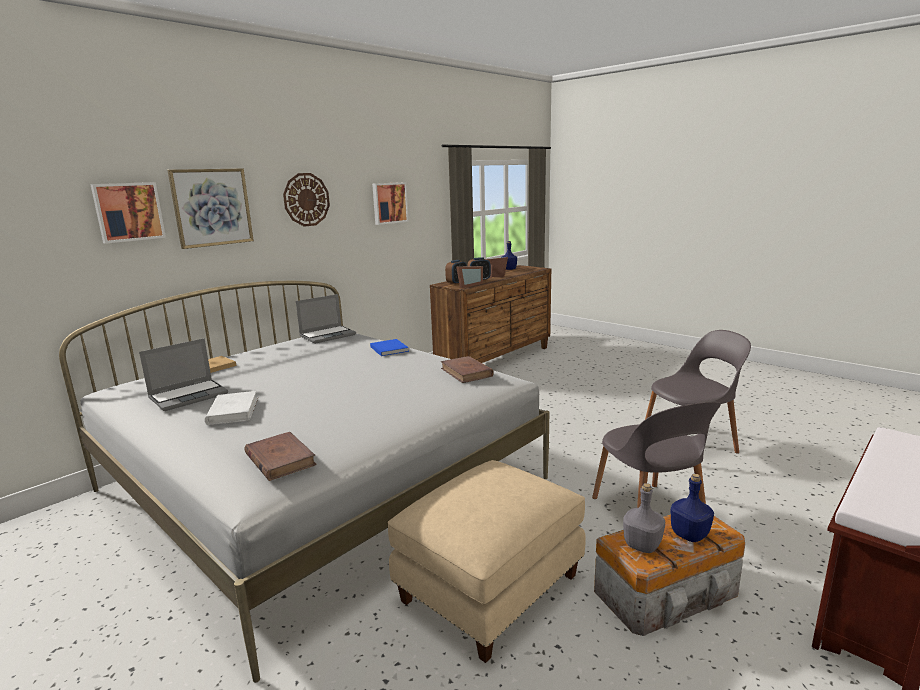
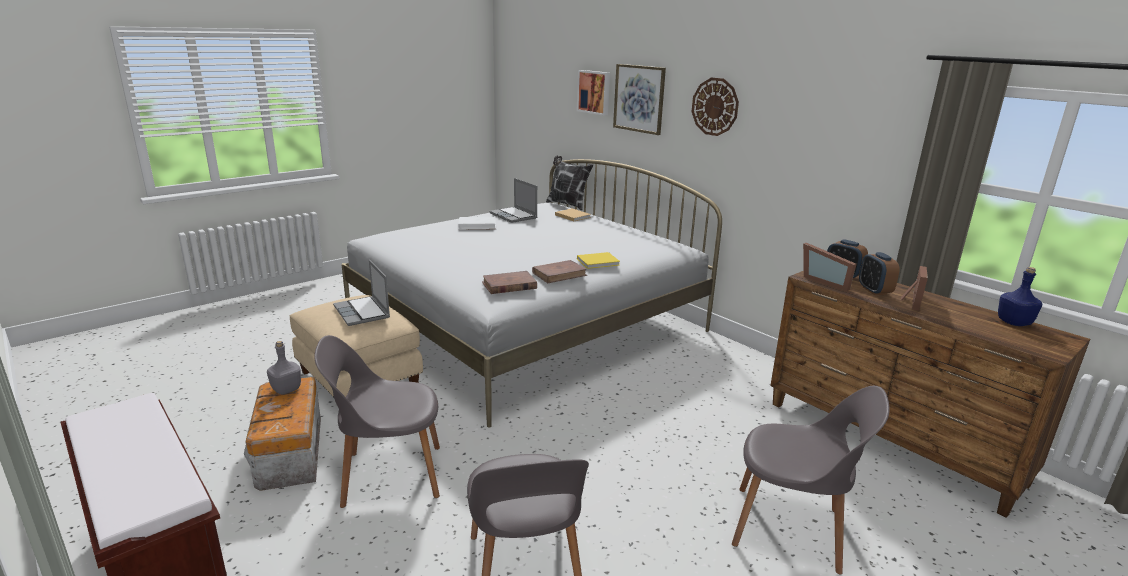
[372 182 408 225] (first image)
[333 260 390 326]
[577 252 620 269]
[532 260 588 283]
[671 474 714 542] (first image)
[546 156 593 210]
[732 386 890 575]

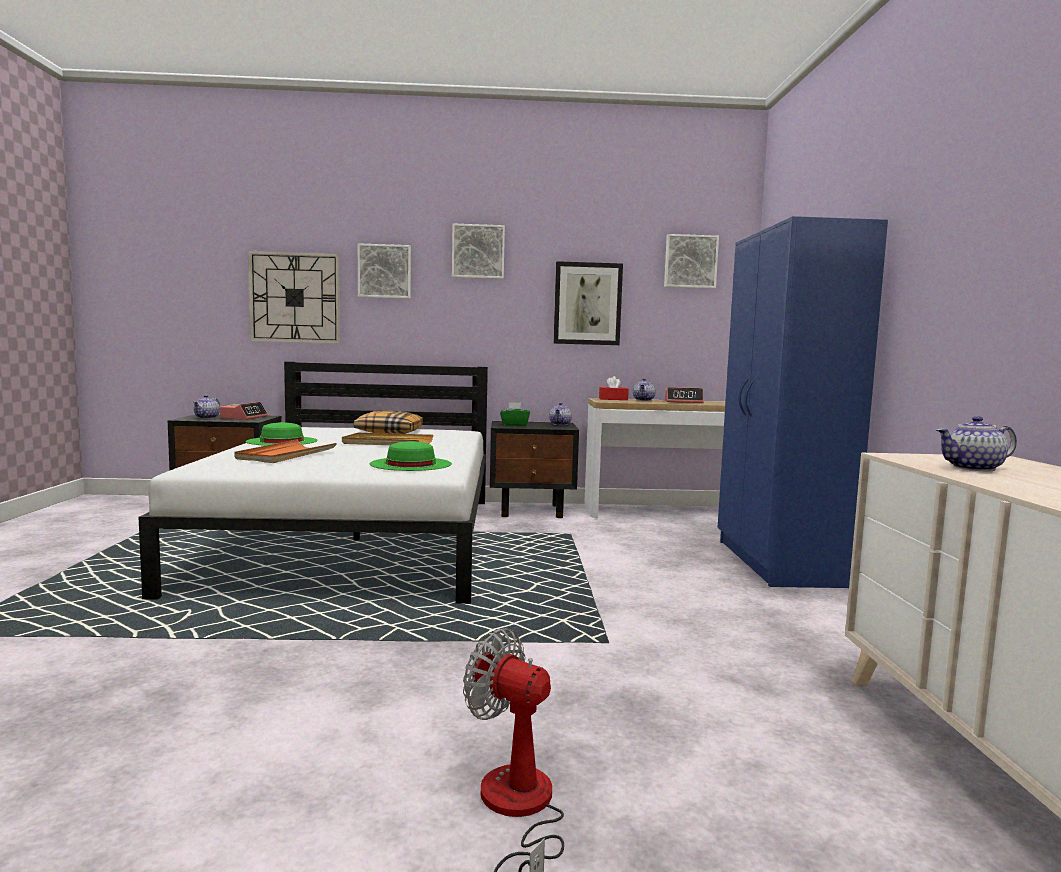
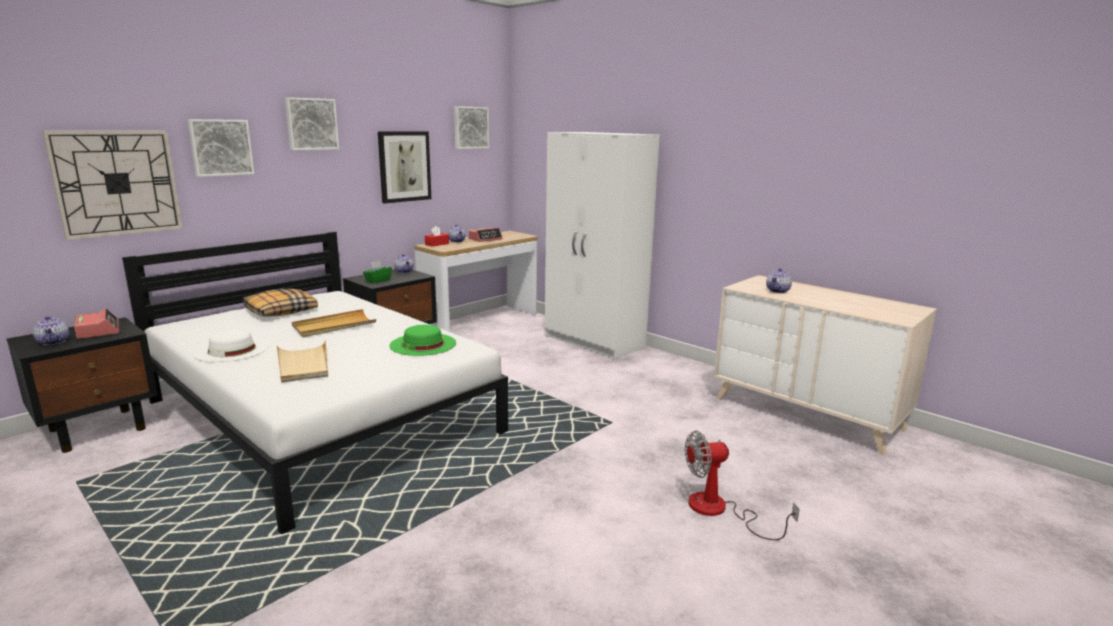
[545 132 660 360]
[193 329 269 362]
[277 340 328 383]

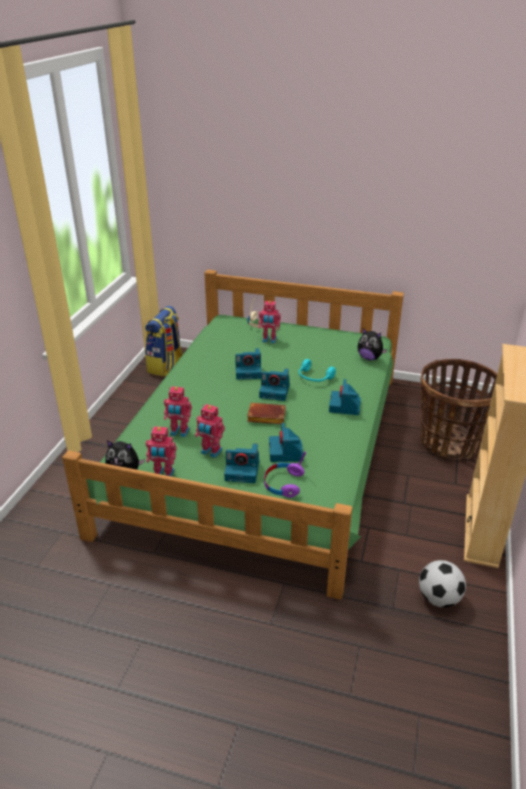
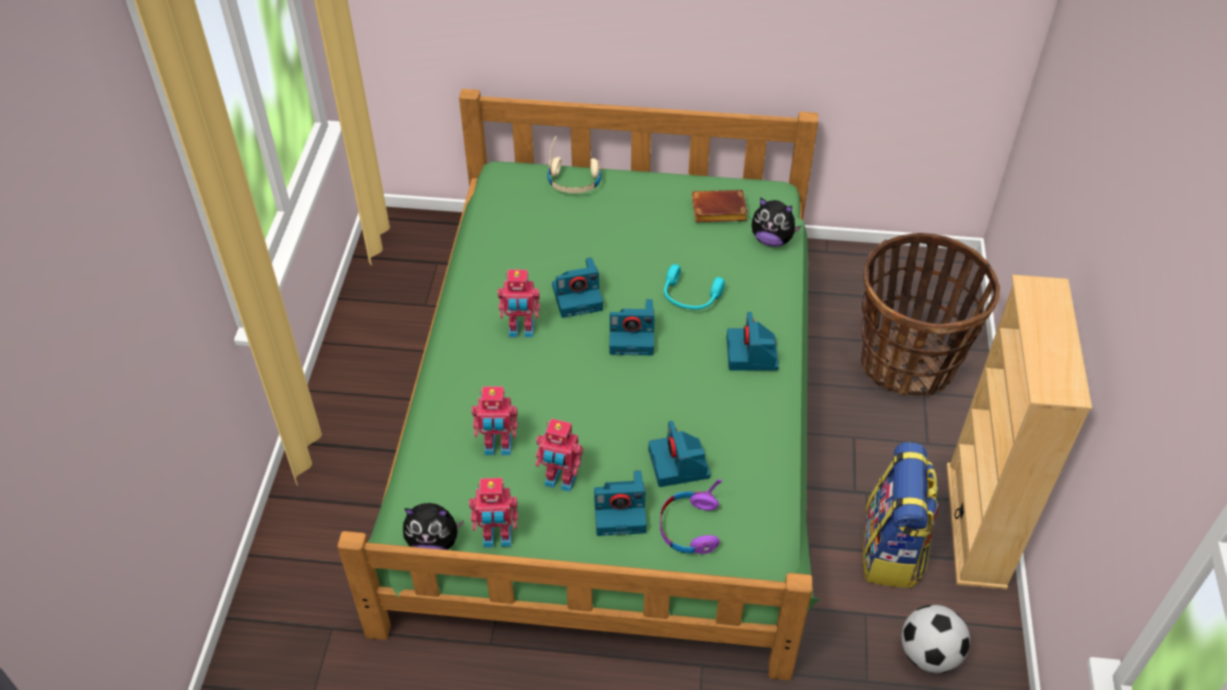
[498 270 540 337]
[863 442 938 589]
[692 190 748 222]

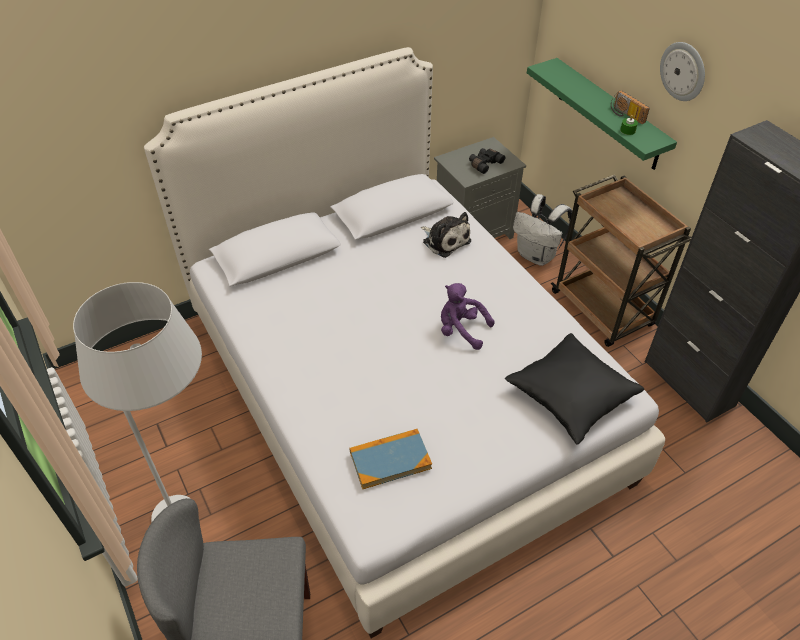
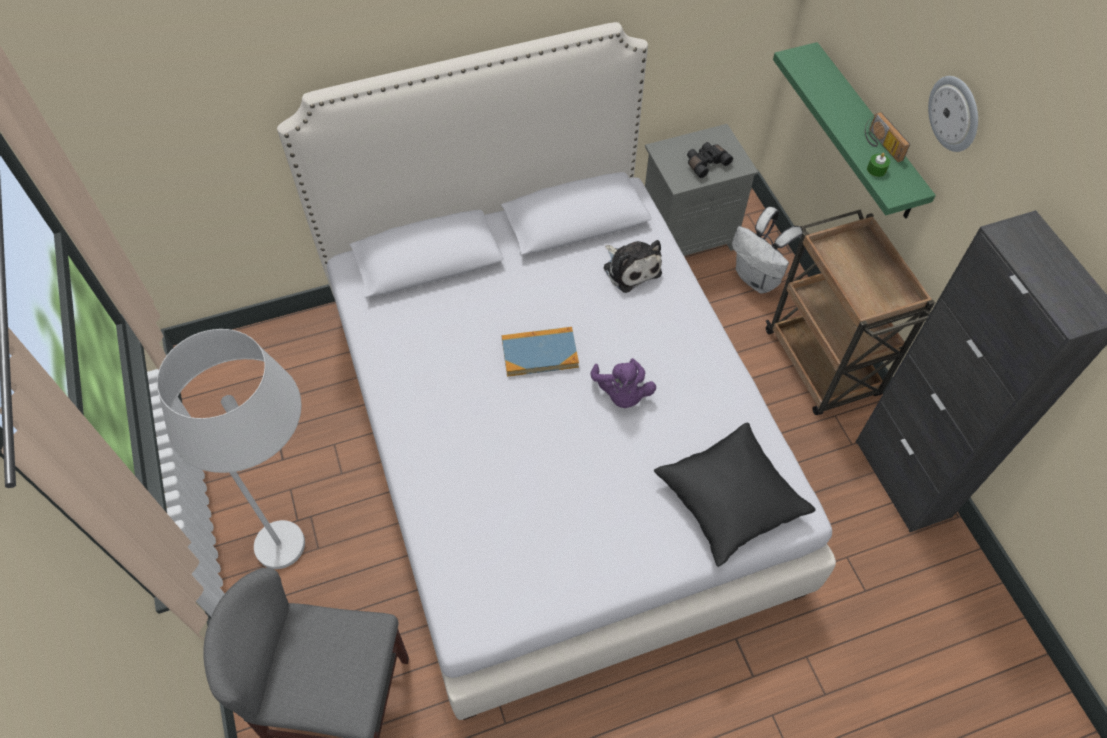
[591 358 656 408]
[501 327 579 377]

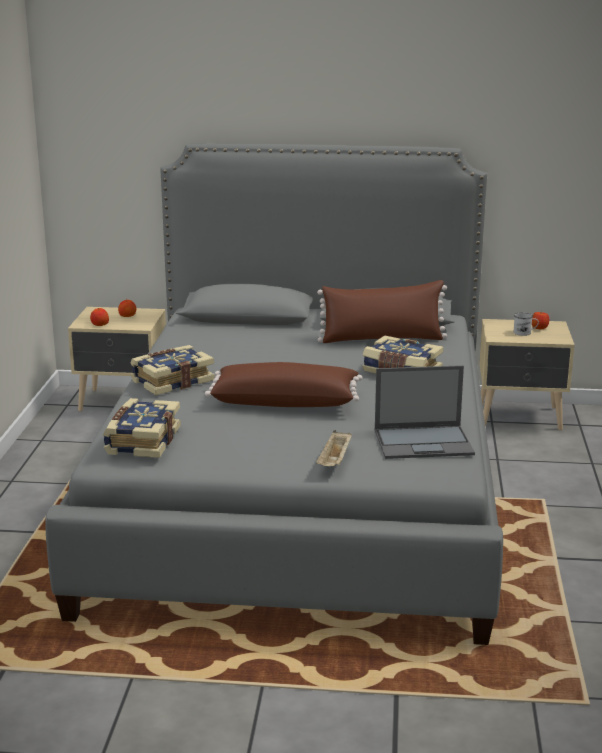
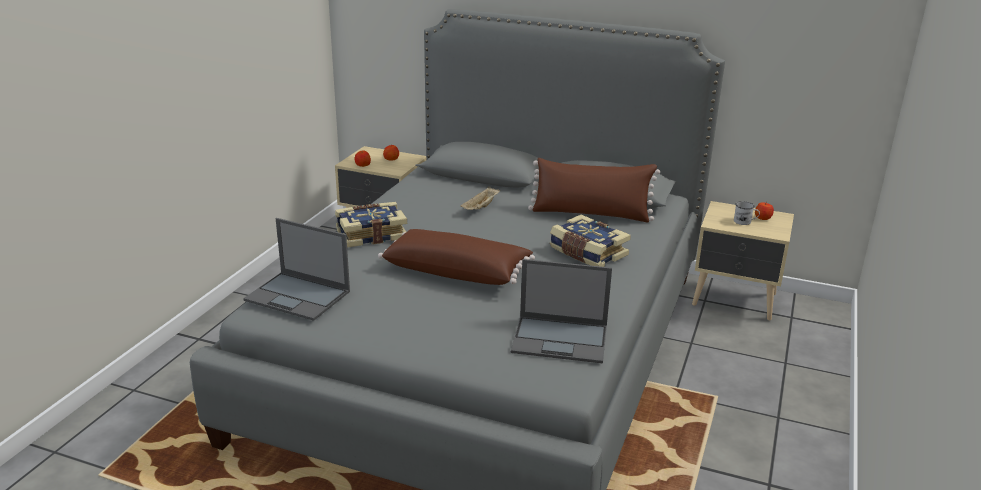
[243 218 350 321]
[460 186 500 210]

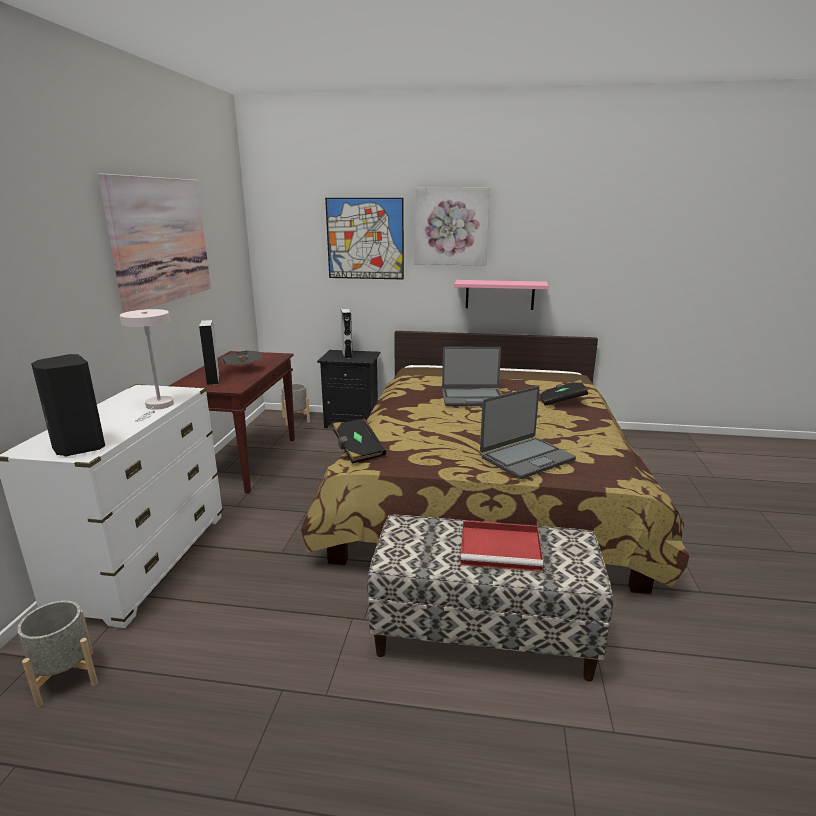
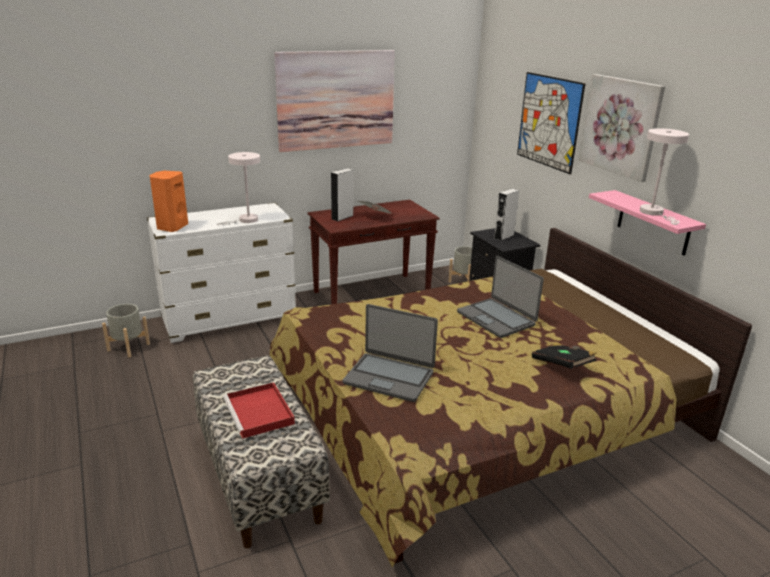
[150 171 188 232]
[333 418 386 463] (first image)
[640 128 689 225]

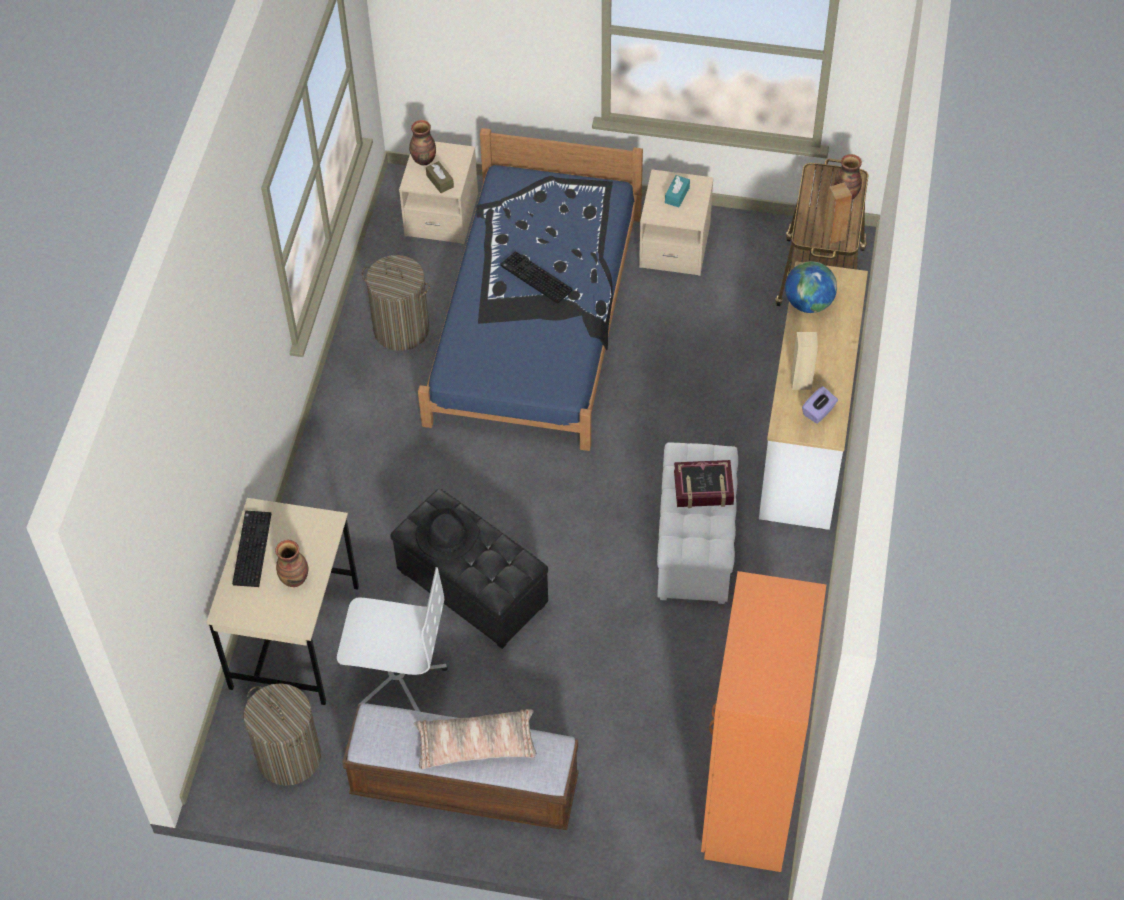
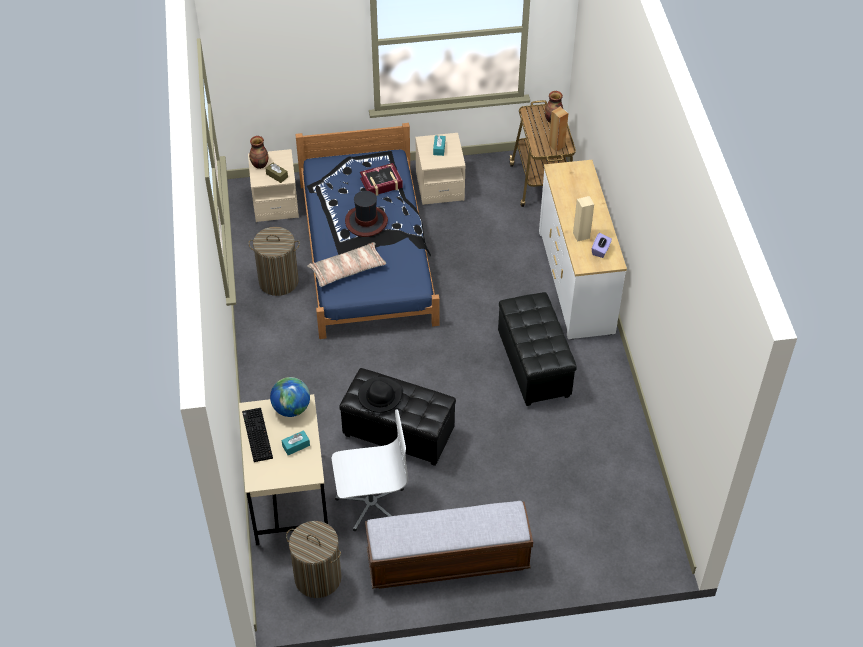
[345 191 388 237]
[270 377 310 417]
[498 292 577 406]
[360 163 403 196]
[282 430 310 455]
[701 571 826 872] (first image)
[307 242 386 287]

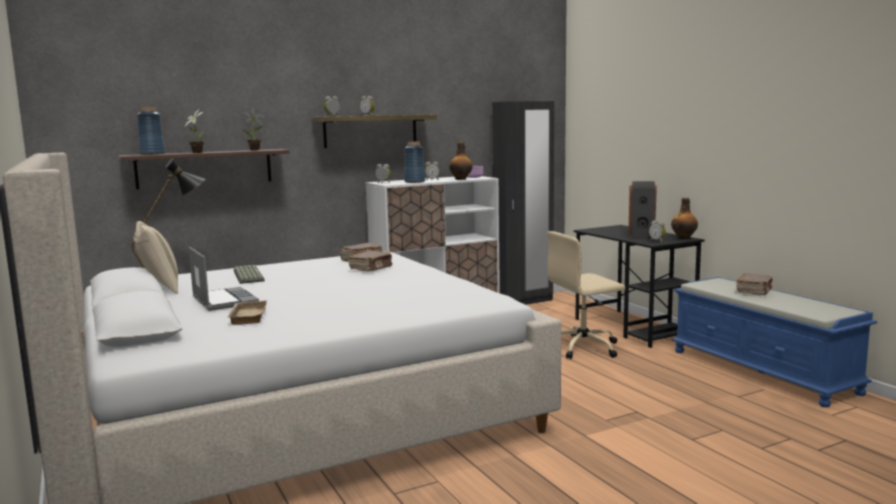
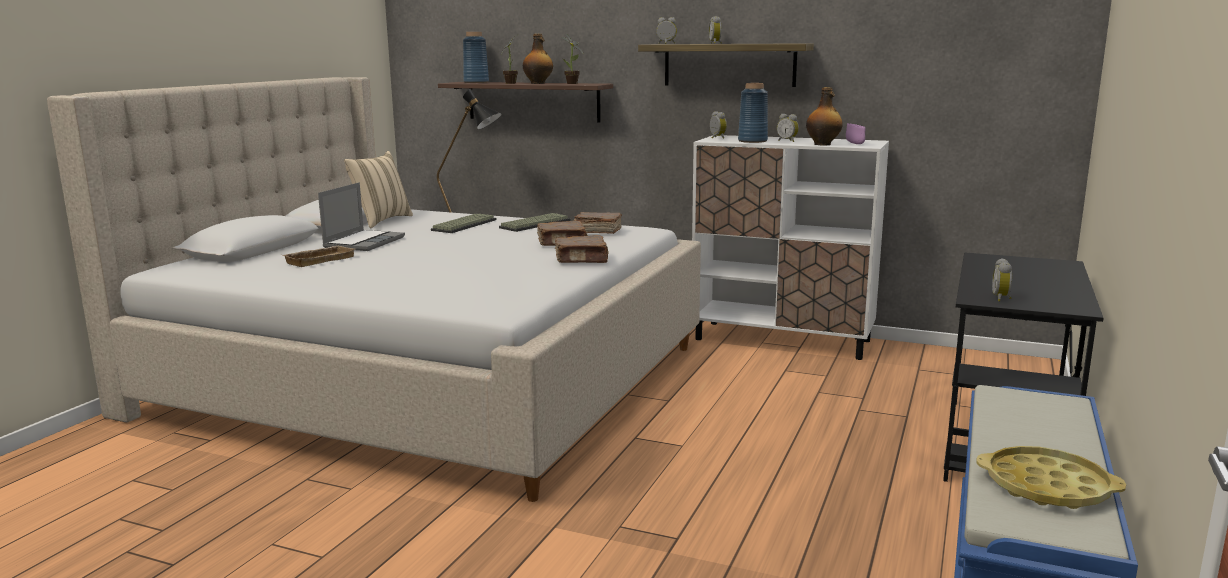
[492 101 554 305] (first image)
[628 181 657 240] (first image)
[523 34 553 84]
[547 231 625 359] (first image)
[555 235 609 263]
[499 213 571 232]
[976 446 1126 509]

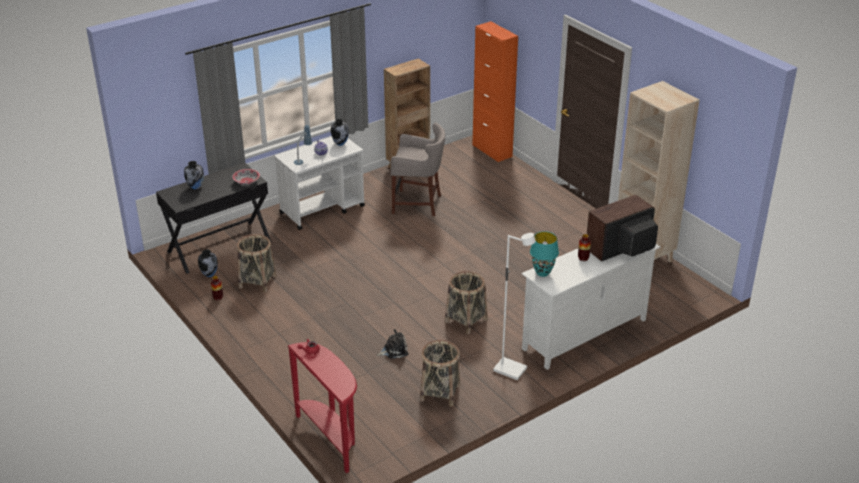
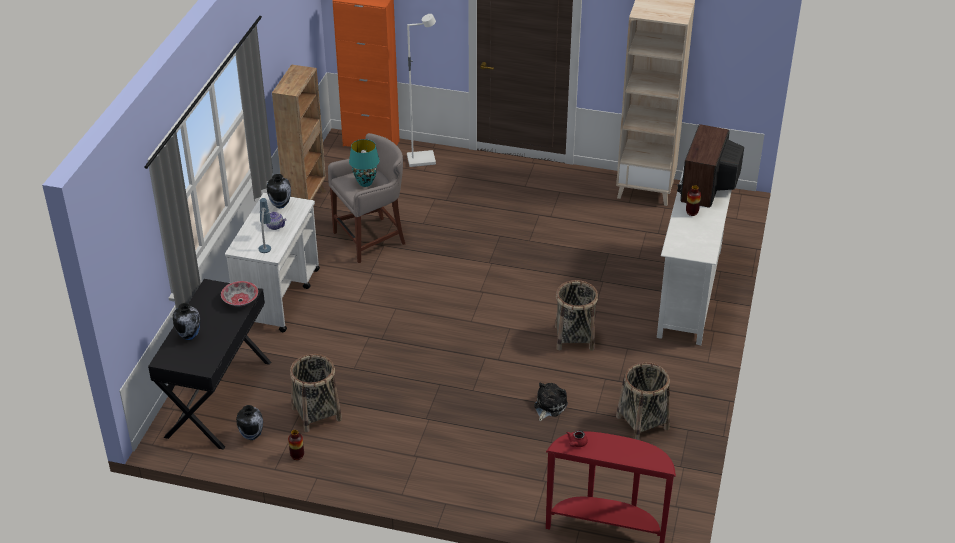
[349 139 380 187]
[407 14 436 167]

